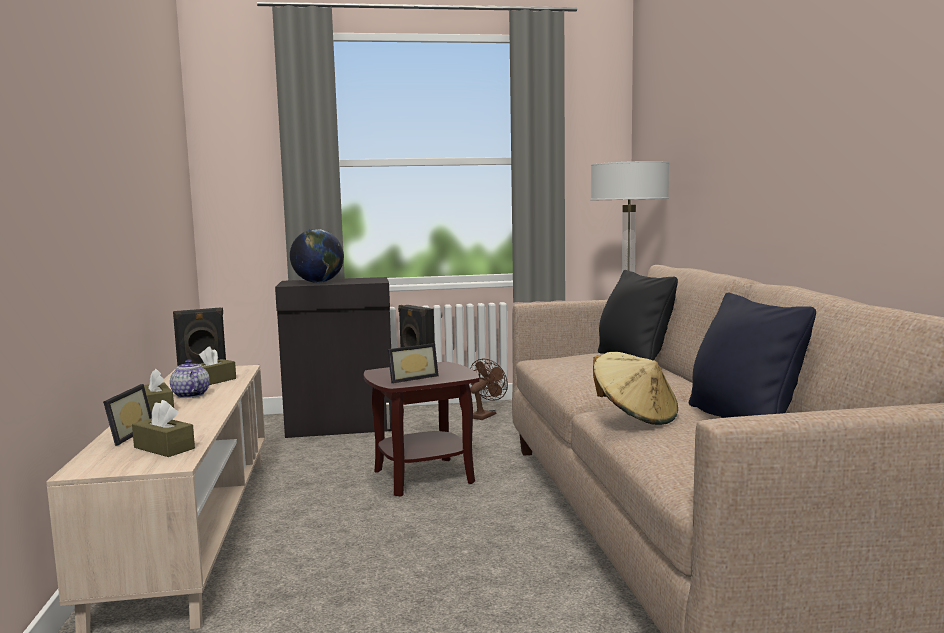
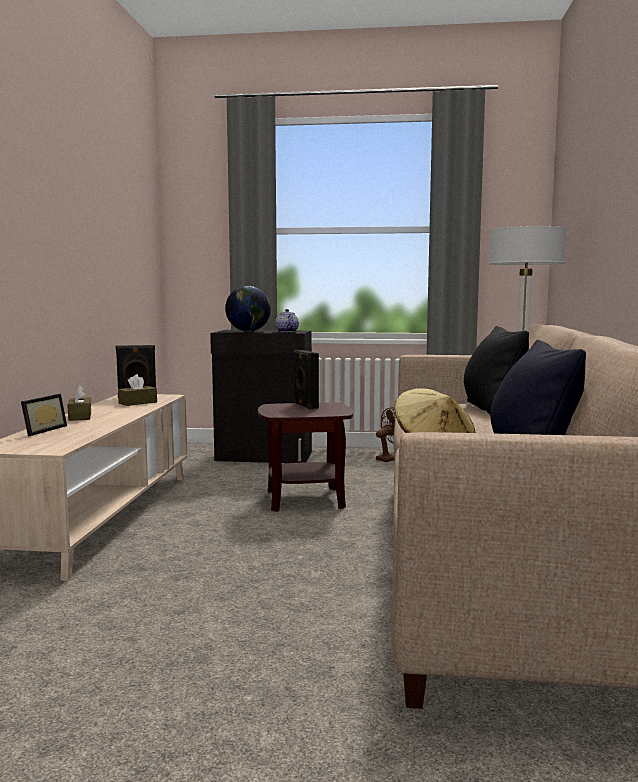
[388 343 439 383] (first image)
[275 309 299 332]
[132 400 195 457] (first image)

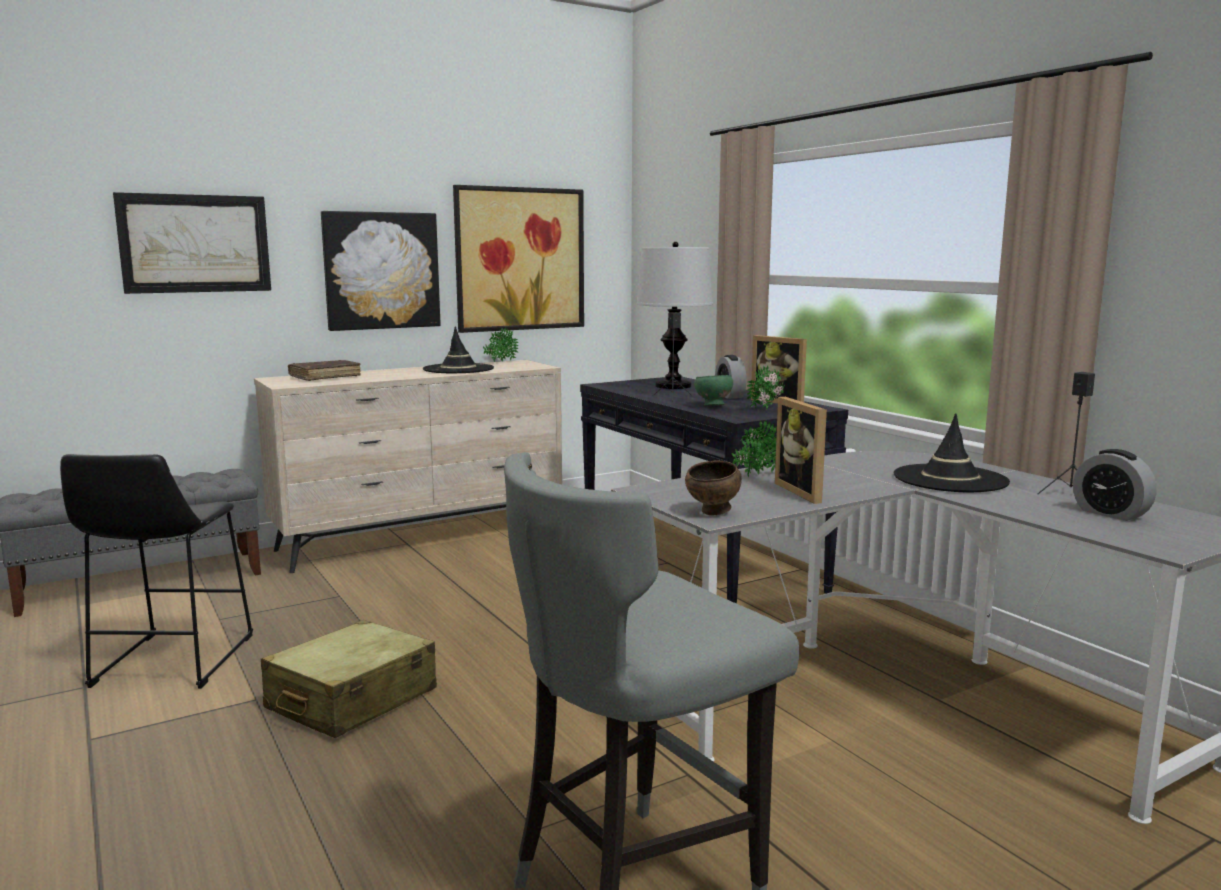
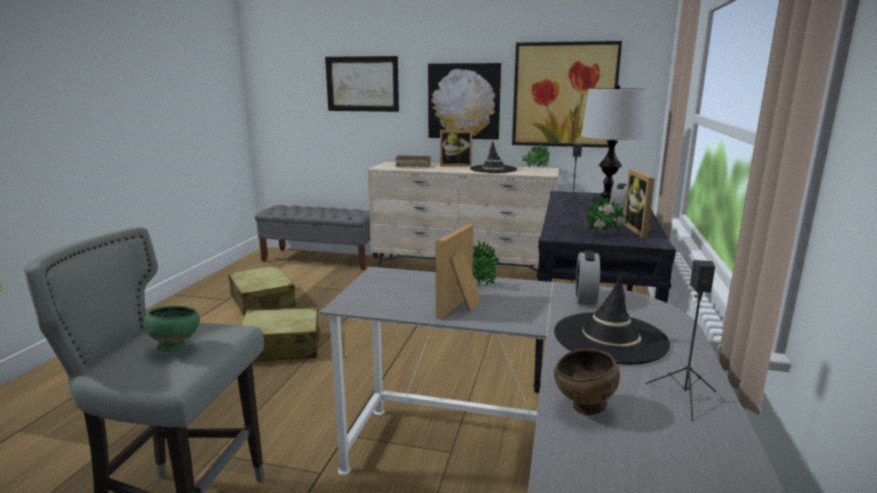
[144 306 200 352]
[575 251 600 305]
[228 265 296 316]
[554 349 620 415]
[440 130 472 167]

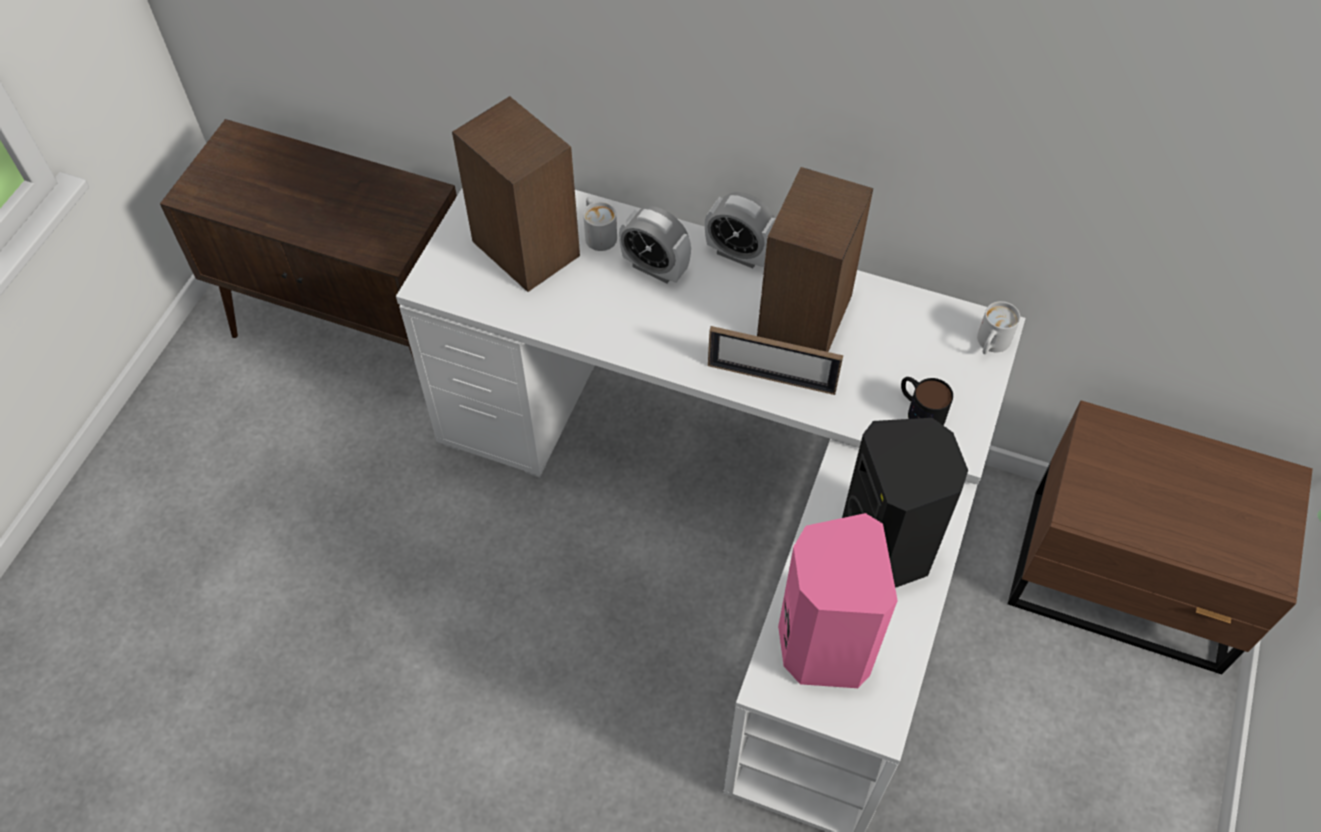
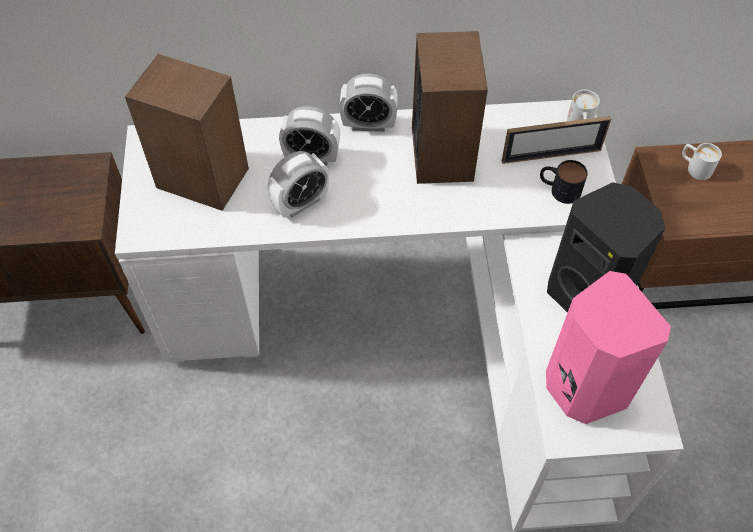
[682 143 722 180]
[502 116 611 164]
[268 151 329 218]

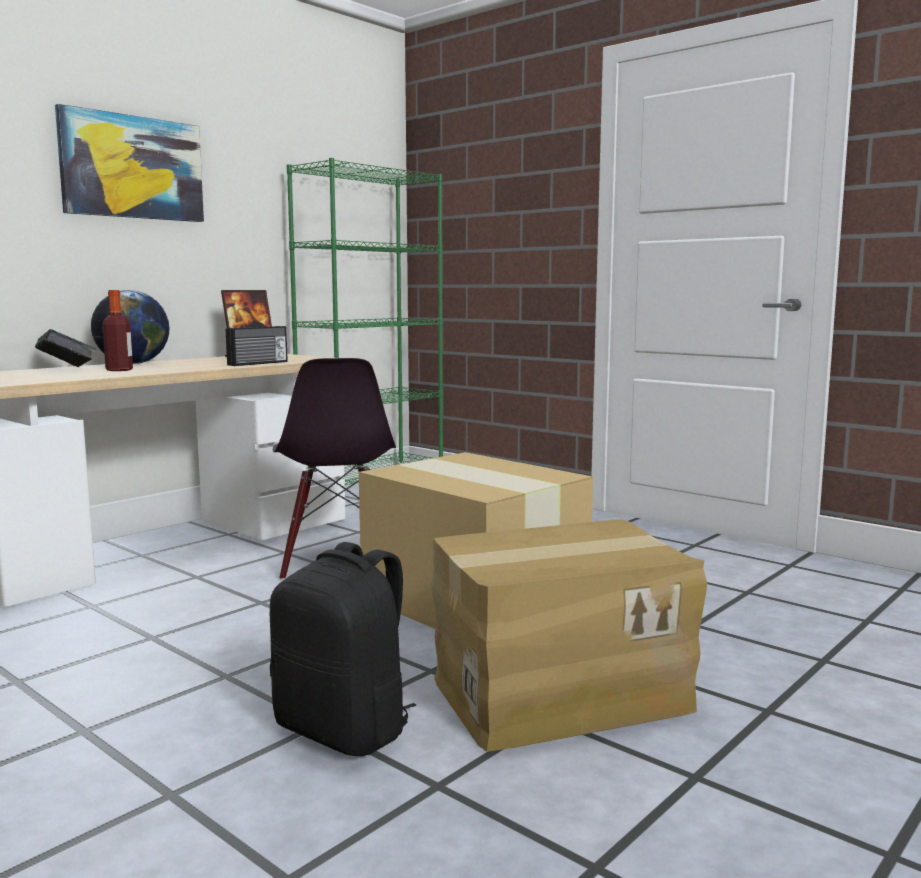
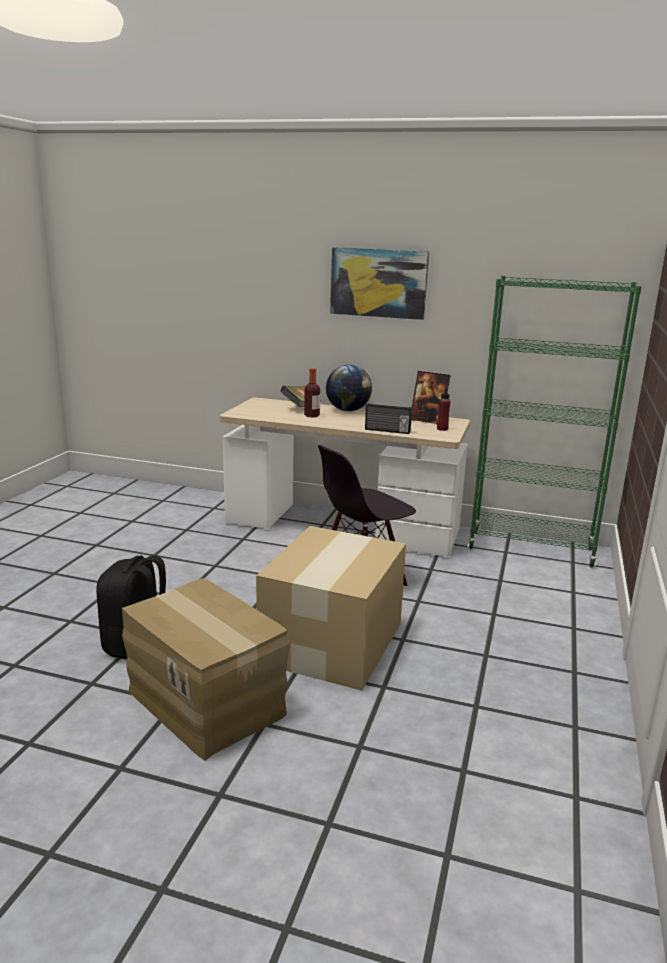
[437 387 450 431]

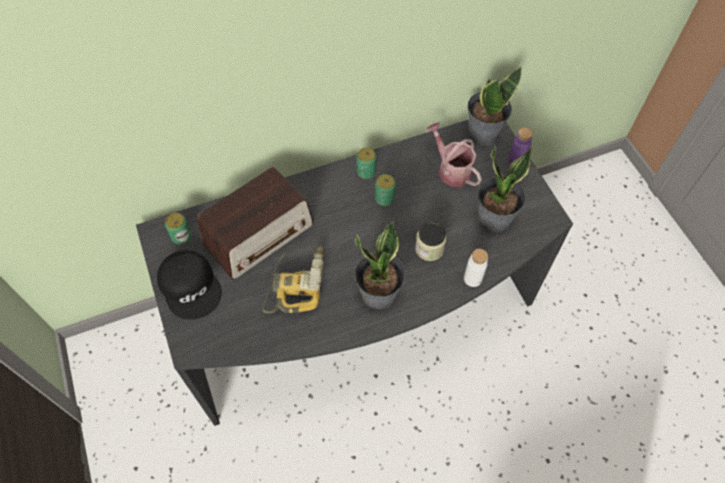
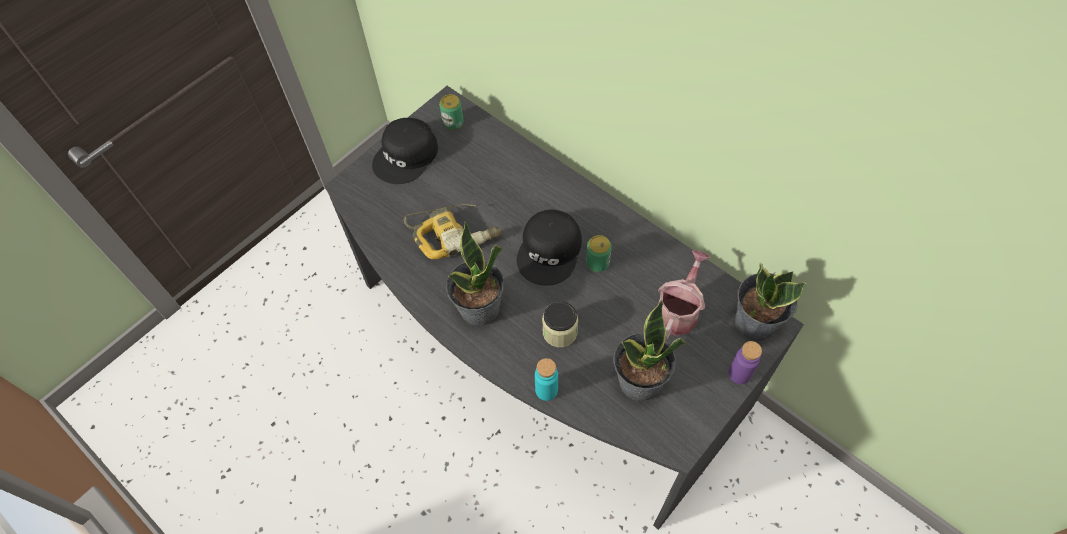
[356 147 376 179] (first image)
[197 167 314 280] (first image)
[535 358 558 401]
[517 210 582 286]

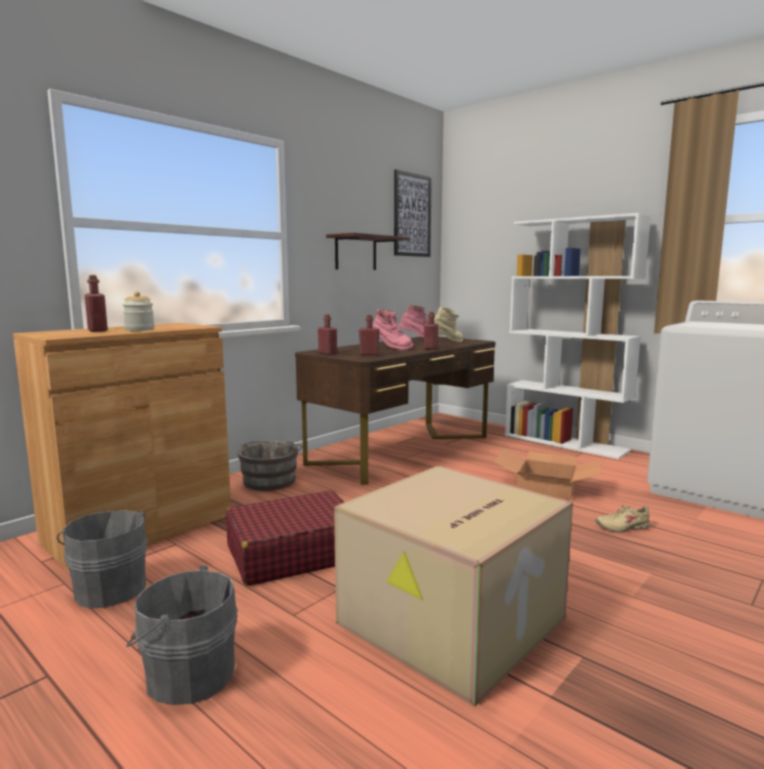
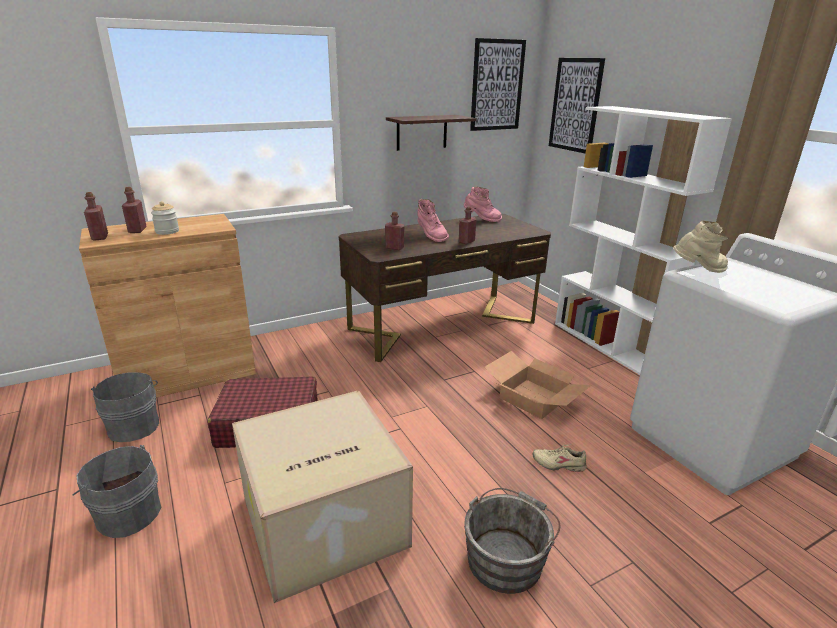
[673 220 729 273]
[84 192 108 241]
[464 488 560 594]
[549 58 605 154]

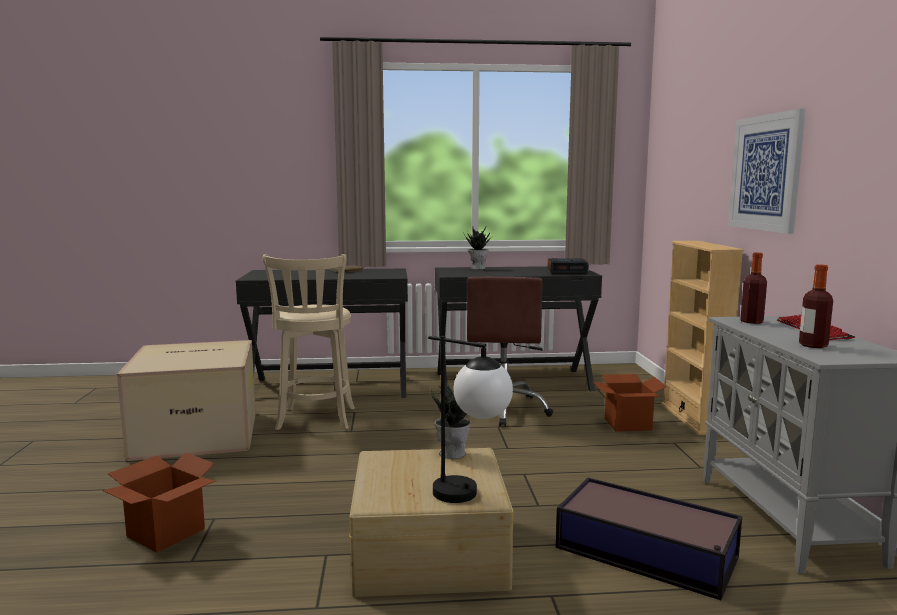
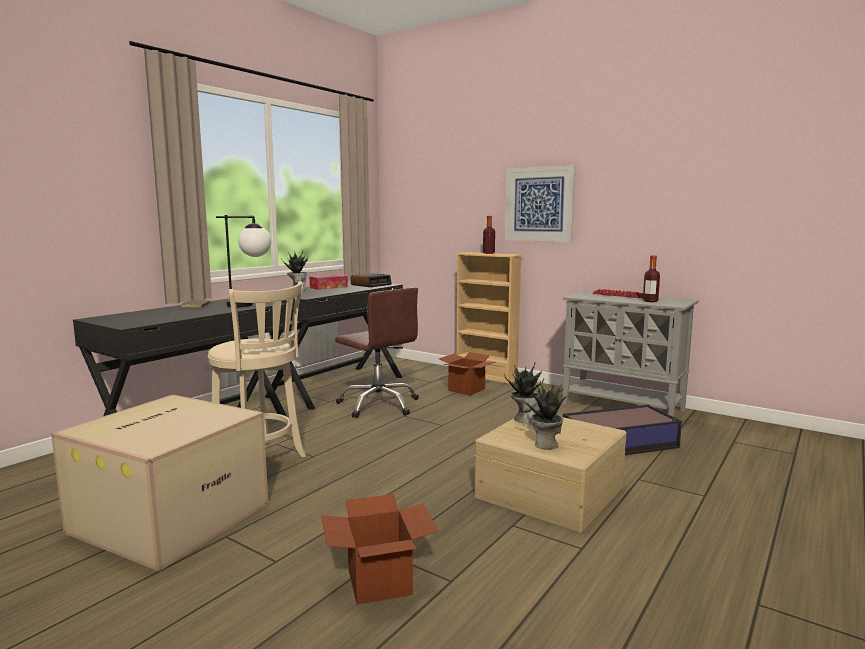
[483 216 495 254]
[216 215 271 307]
[309 274 348 290]
[522 381 568 450]

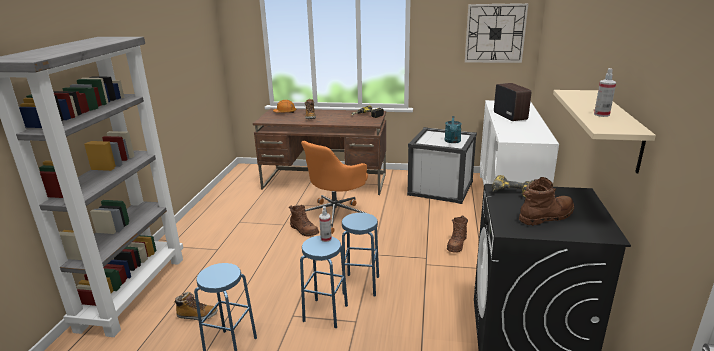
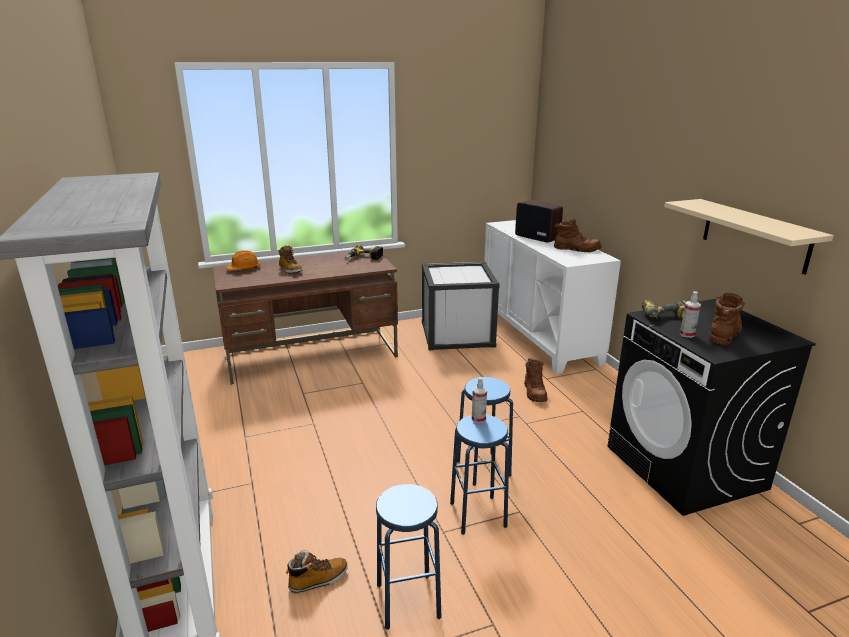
[465 3 528 63] (first image)
[680 291 701 338]
[444 116 462 143] (first image)
[301 141 368 234] (first image)
[554 218 602 252]

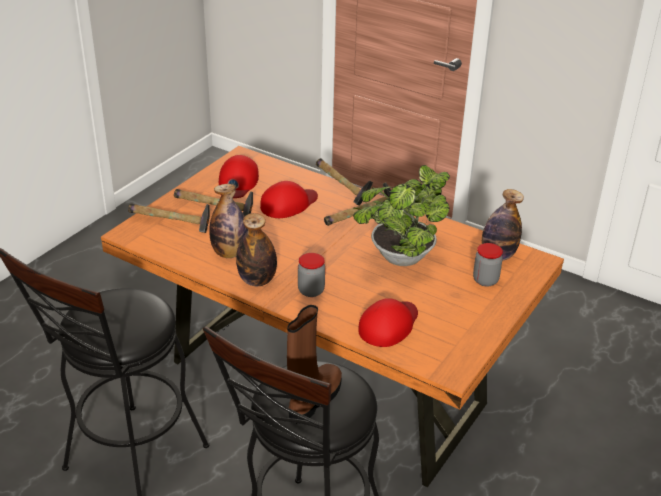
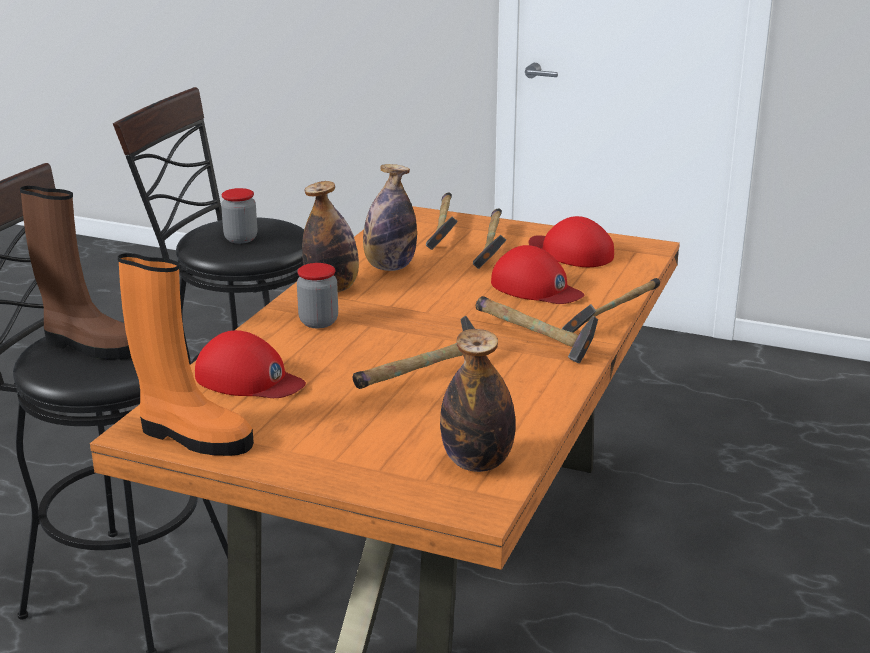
[529 216 614 267]
[353 316 475 389]
[221 188 257 244]
[118 253 254 456]

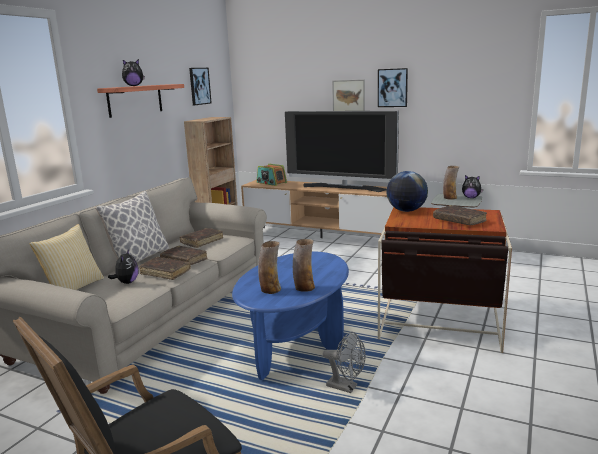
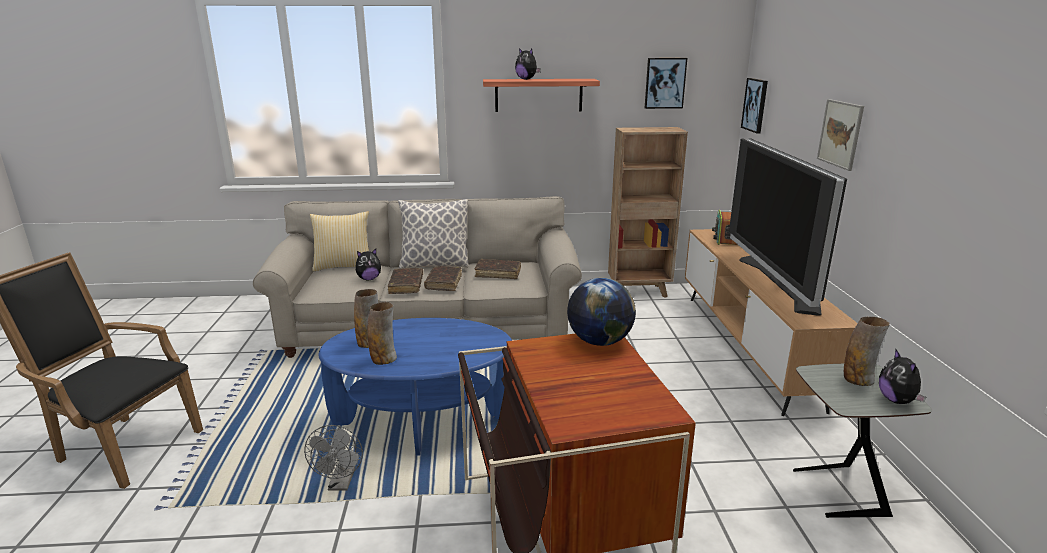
[741 78 768 133]
[433 205 487 226] (first image)

